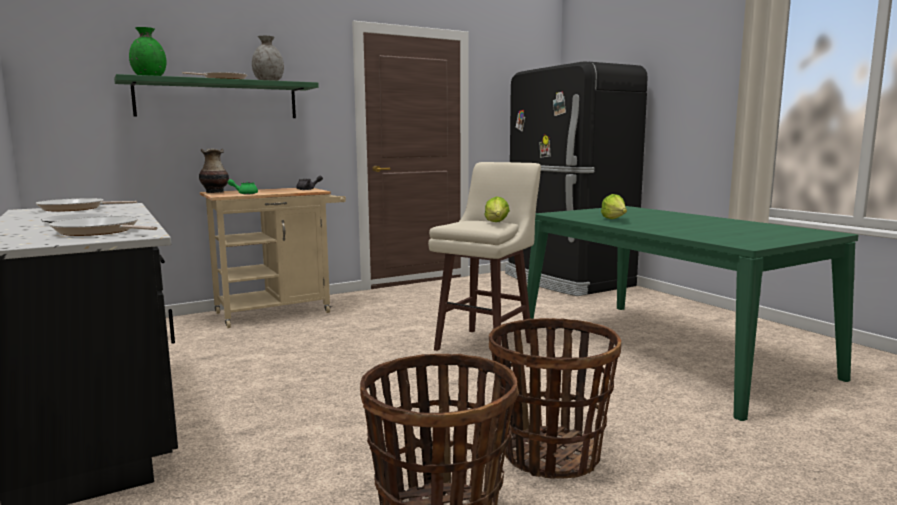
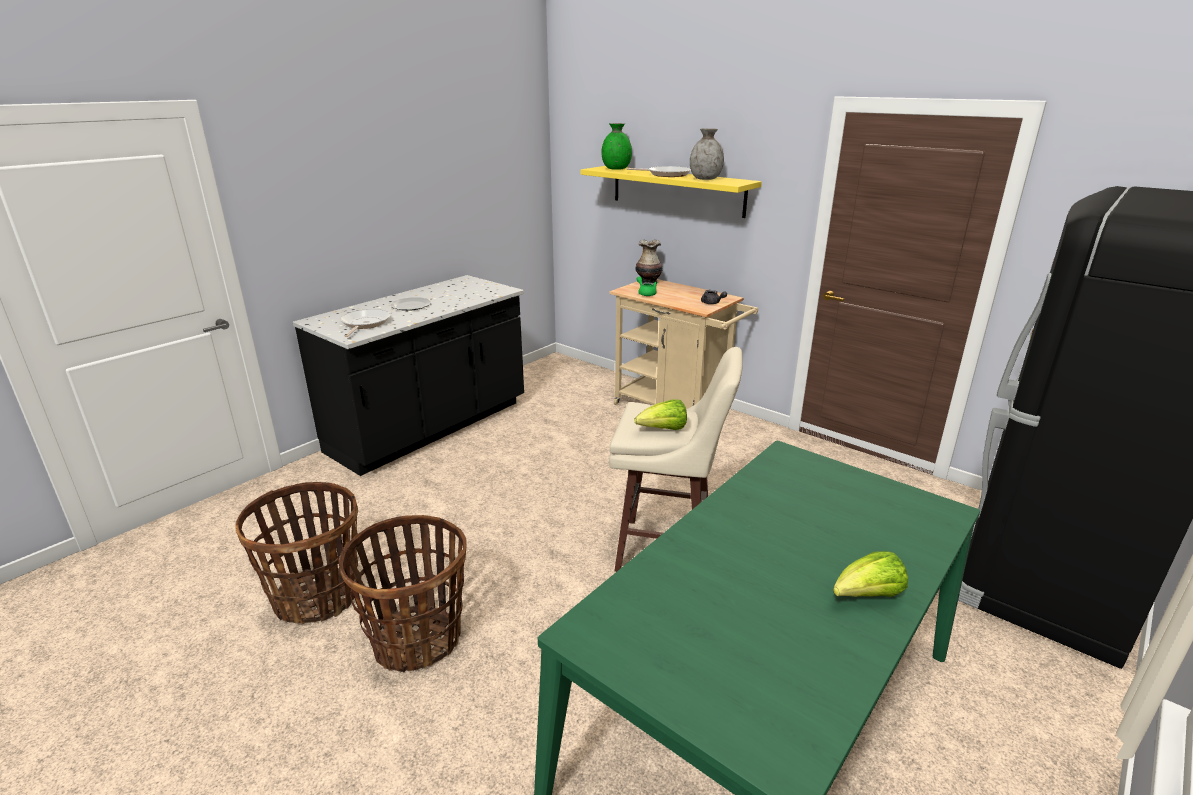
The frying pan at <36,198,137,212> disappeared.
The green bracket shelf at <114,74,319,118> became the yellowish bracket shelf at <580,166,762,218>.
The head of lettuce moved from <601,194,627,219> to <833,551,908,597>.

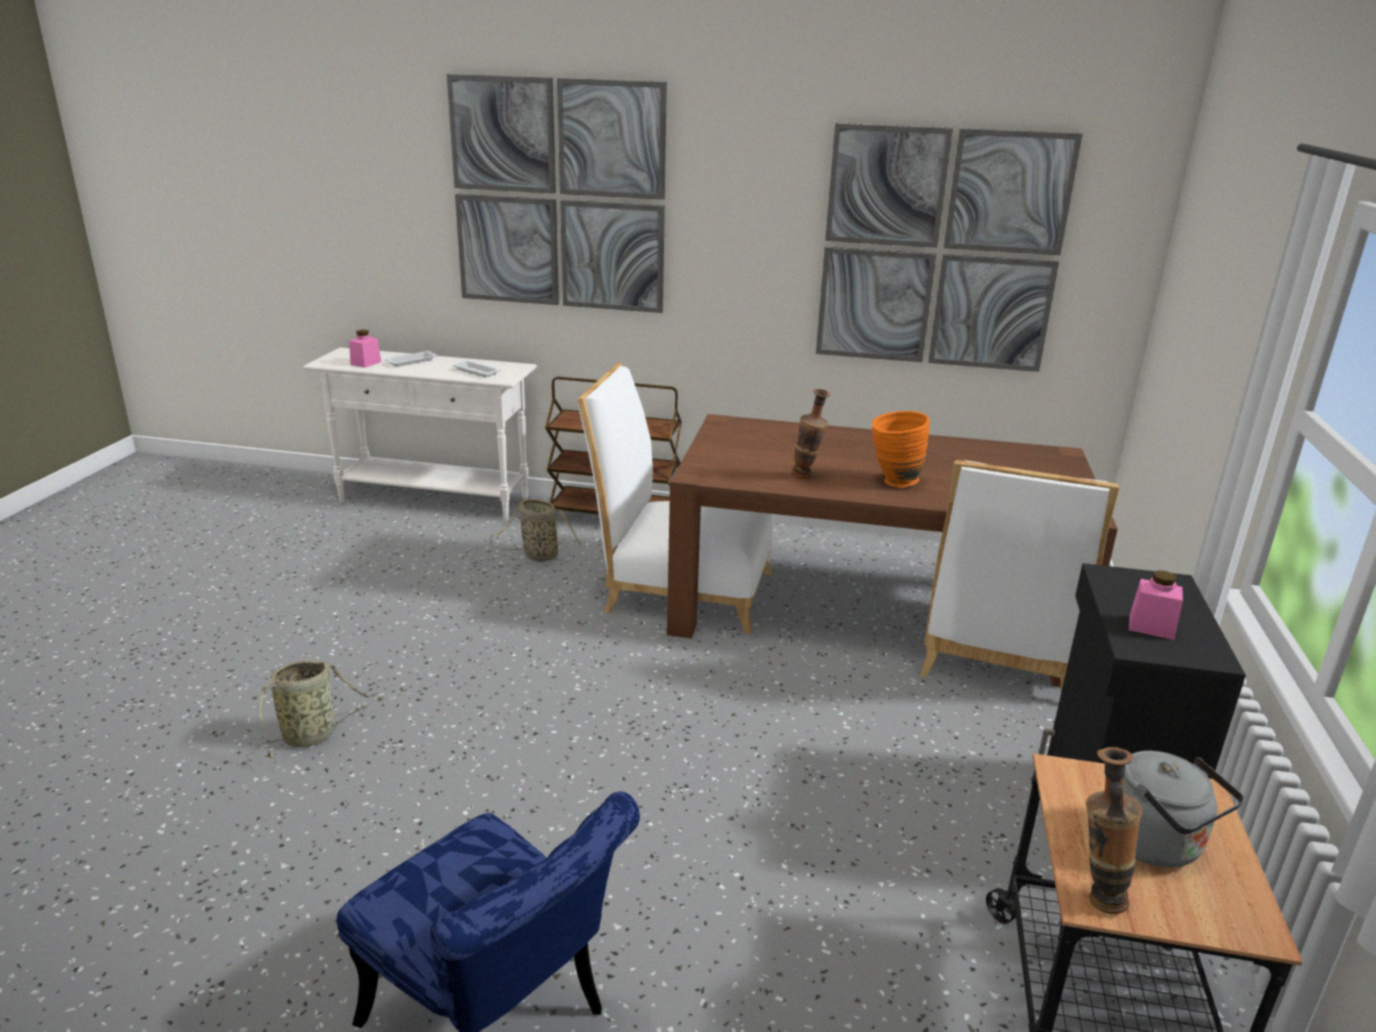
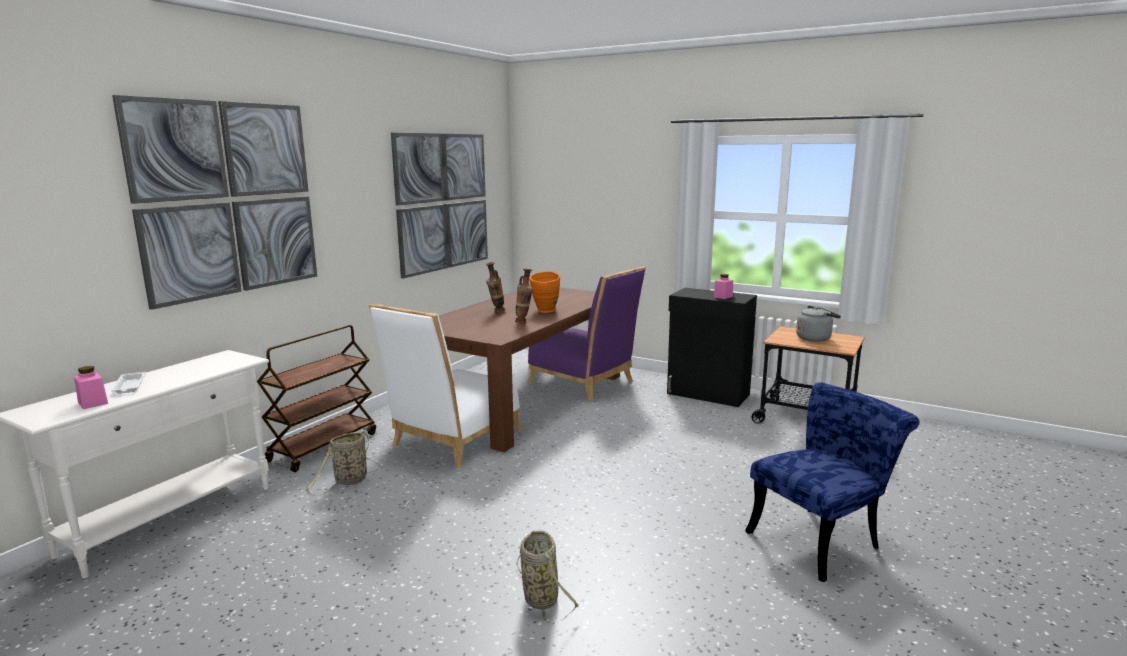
The whitish serving tray at <452,361,501,377> disappeared.
The whitish chair at <920,460,1120,692> became the purple-coloured chair at <527,266,646,401>.
The vase moved from <1086,747,1142,914> to <486,262,505,313>.

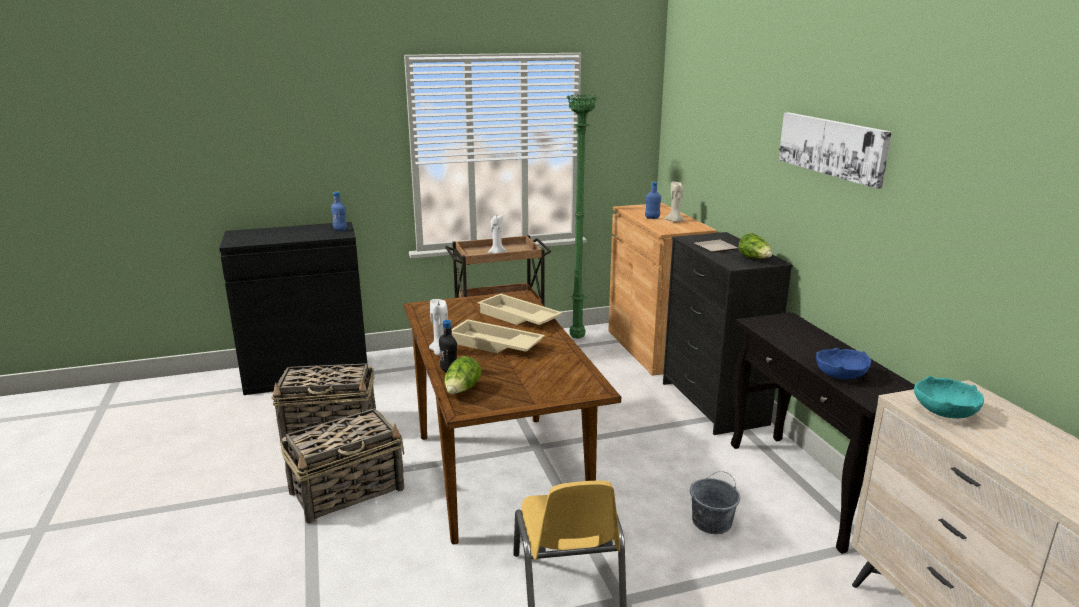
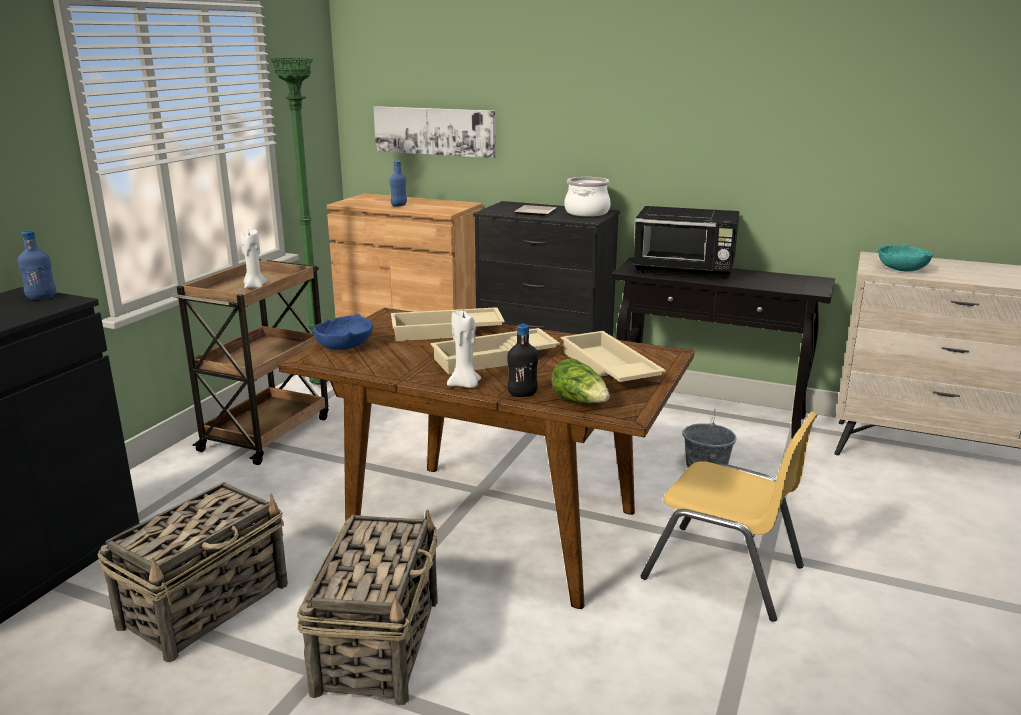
The beige-coloured candle at <665,181,685,223> disappeared.
The head of lettuce at <738,233,772,259> was replaced by the cooking pot at <564,177,611,217>.
The wall picture moved from <778,112,892,189> to <374,106,496,158>.
The bluish bowl moved from <816,348,871,379> to <313,314,373,350>.
The beige-coloured serving tray at <560,331,666,382> appeared.
The black microwave at <633,206,740,279> appeared.

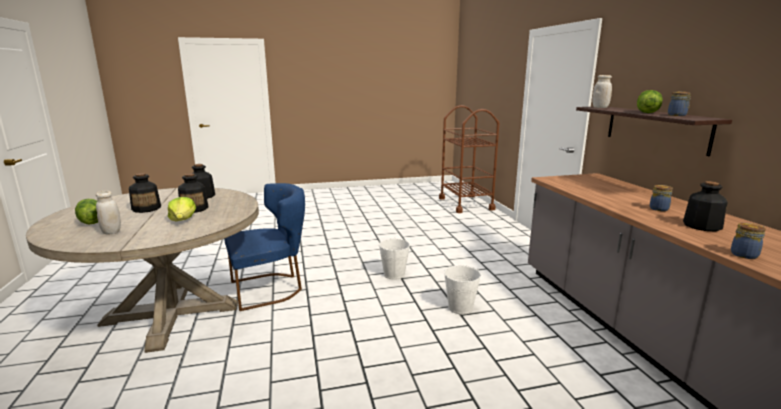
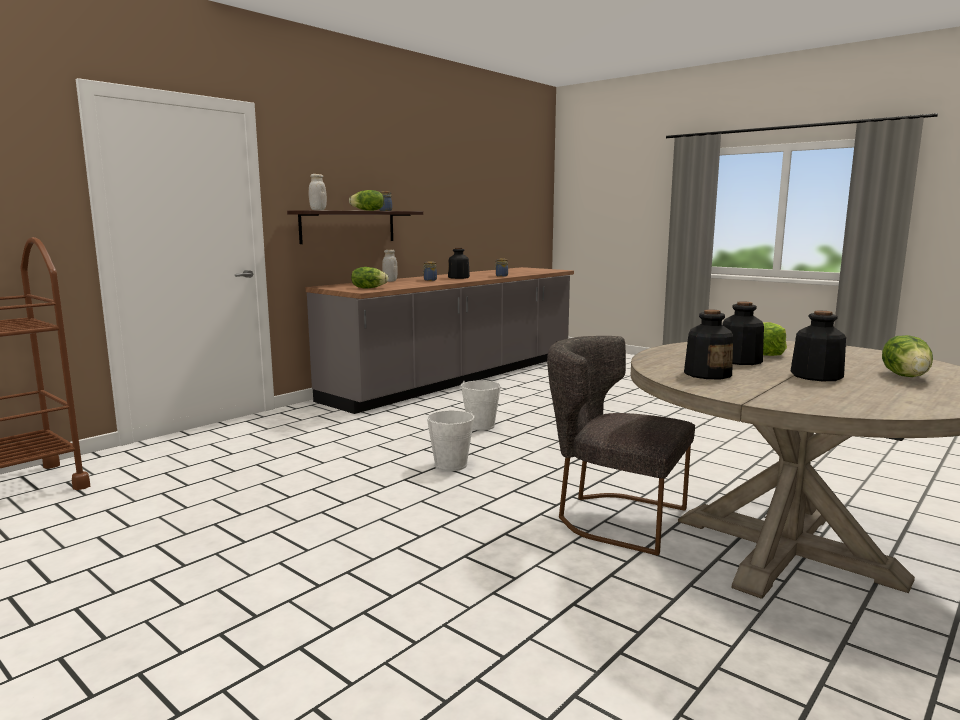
The whitish preserve jar moved from <96,191,121,234> to <382,250,398,282>.
The bluish chair at <224,183,305,311> became the grey chair at <547,336,695,556>.
The head of lettuce at <351,267,388,288> appeared.

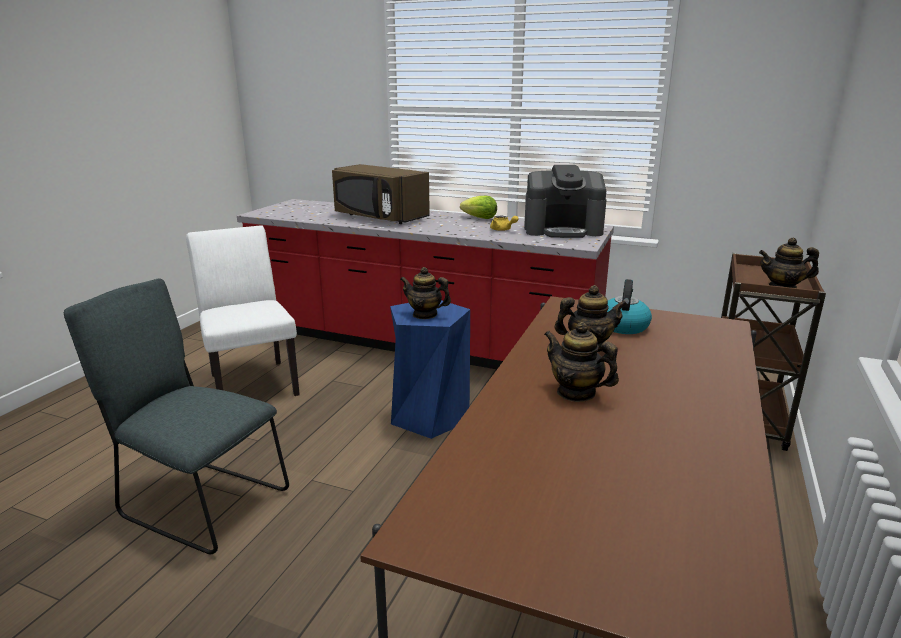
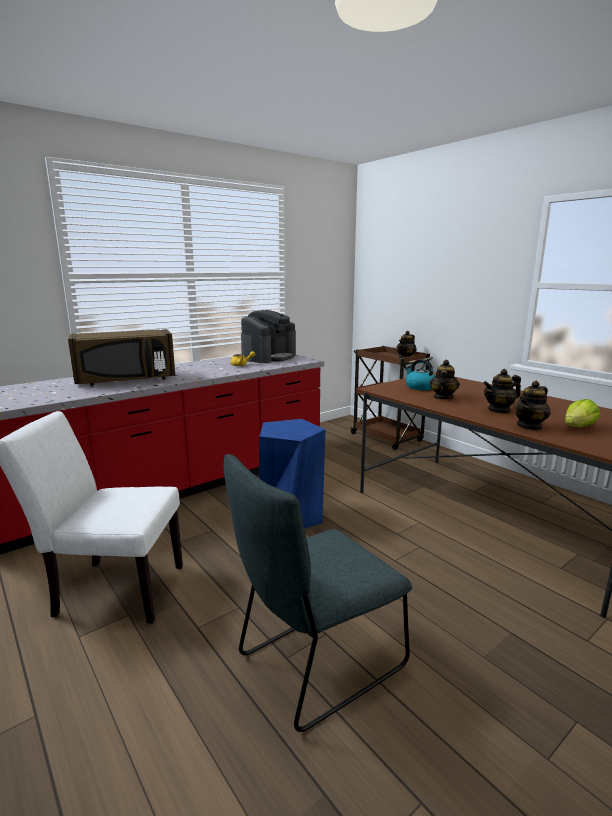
The pot for tea moved from <400,267,451,319> to <514,381,551,431>.
The head of lettuce moved from <460,196,497,219> to <565,399,600,427>.

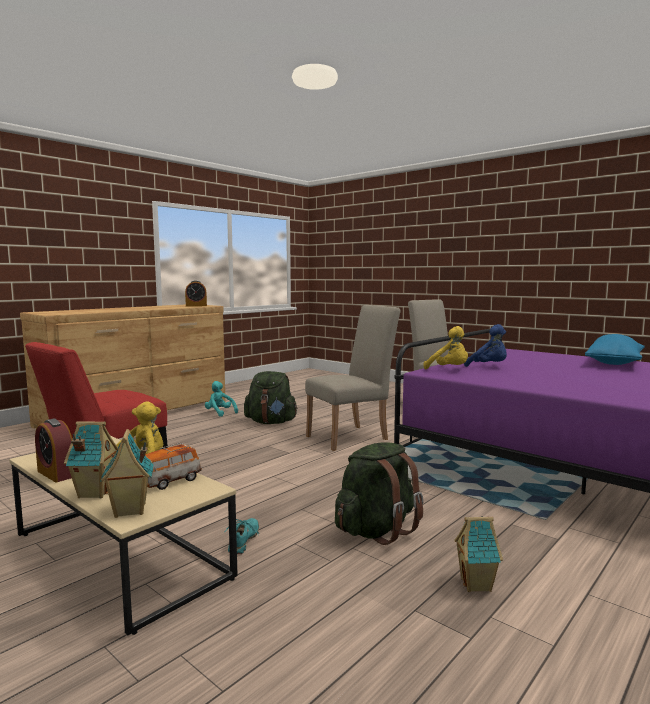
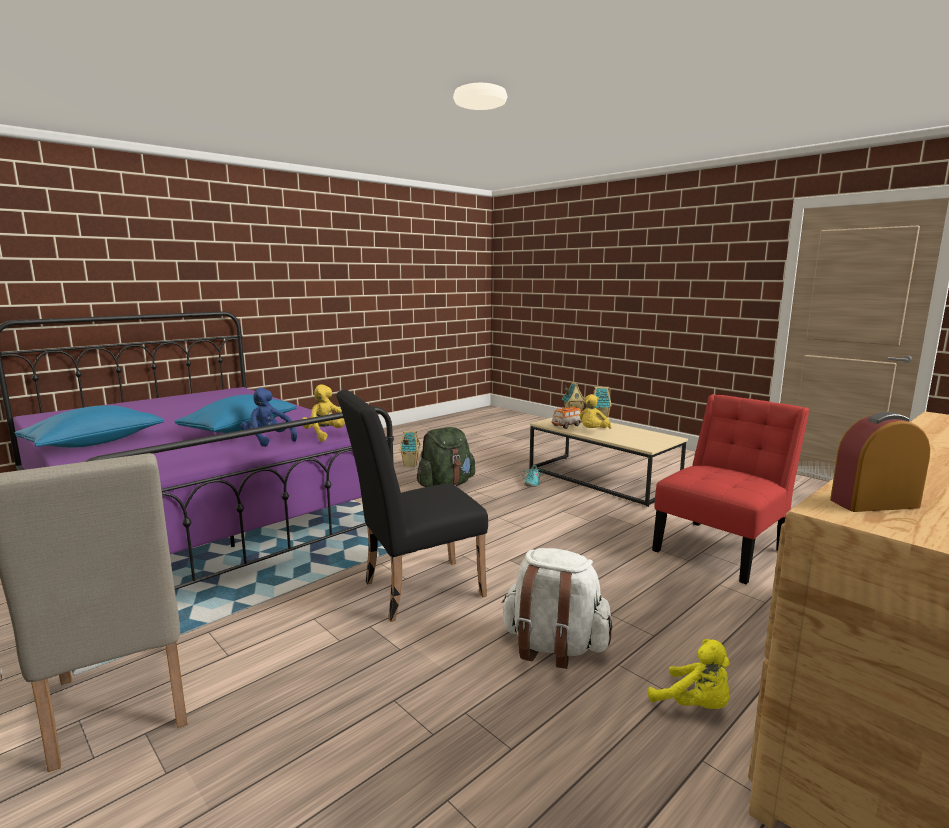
The bedside clock at <35,419,72,482> disappeared.
The blue-green soft toy at <205,381,238,417> became the yellowish soft toy at <648,639,730,709>.
The green backpack at <244,371,297,424> became the whitish backpack at <501,548,612,669>.
The beige-coloured chair at <305,305,401,451> became the black chair at <336,390,488,622>.
The bluish pillow at <174,395,296,433> appeared.

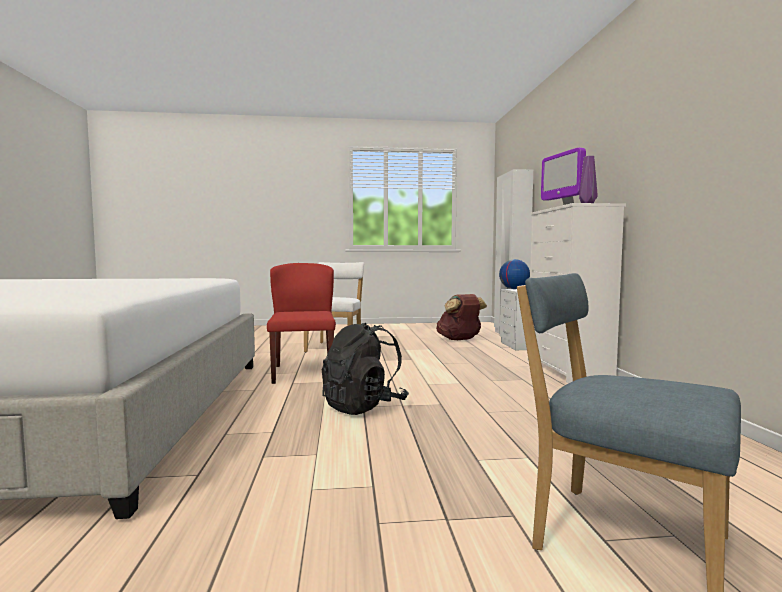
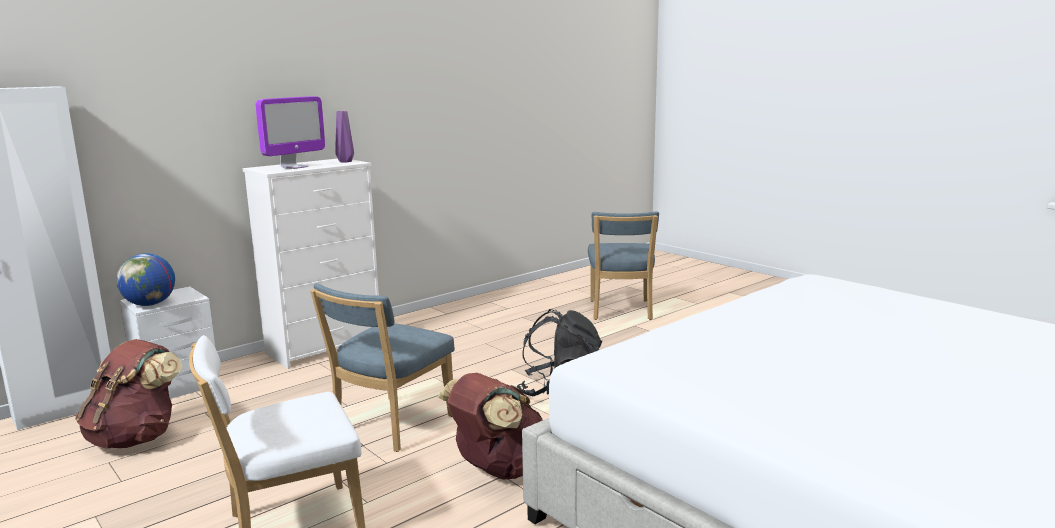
The reddish chair at <267,263,336,384> was replaced by the brown-coloured backpack at <438,373,542,480>.
The bluish chair at <310,283,455,452> appeared.

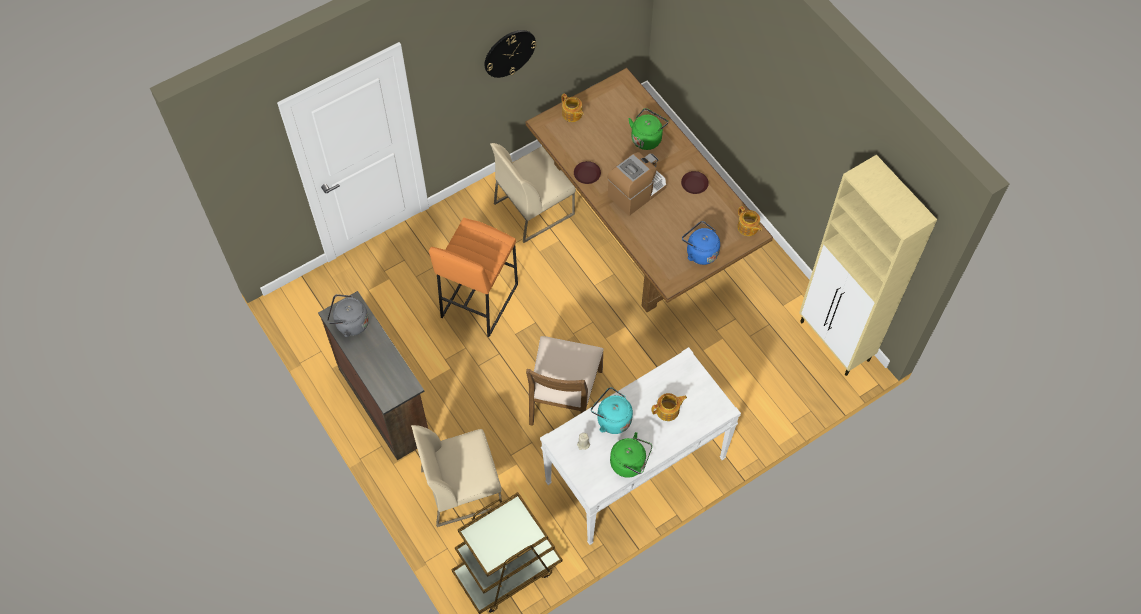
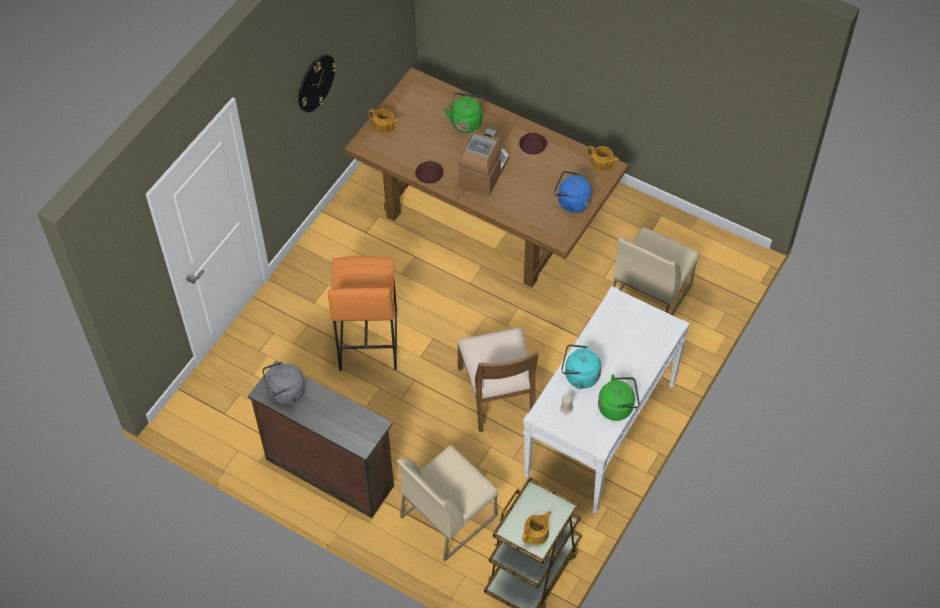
The beige-coloured chair moved from <490,143,576,243> to <613,227,699,315>.
The pot for tea moved from <651,393,687,421> to <522,511,552,545>.
The beige-coloured storage cabinet at <799,155,937,376> disappeared.

